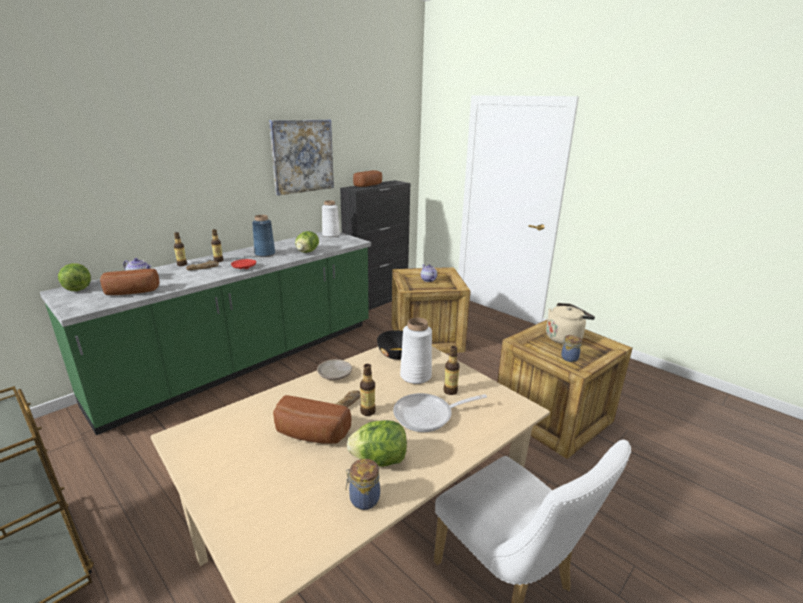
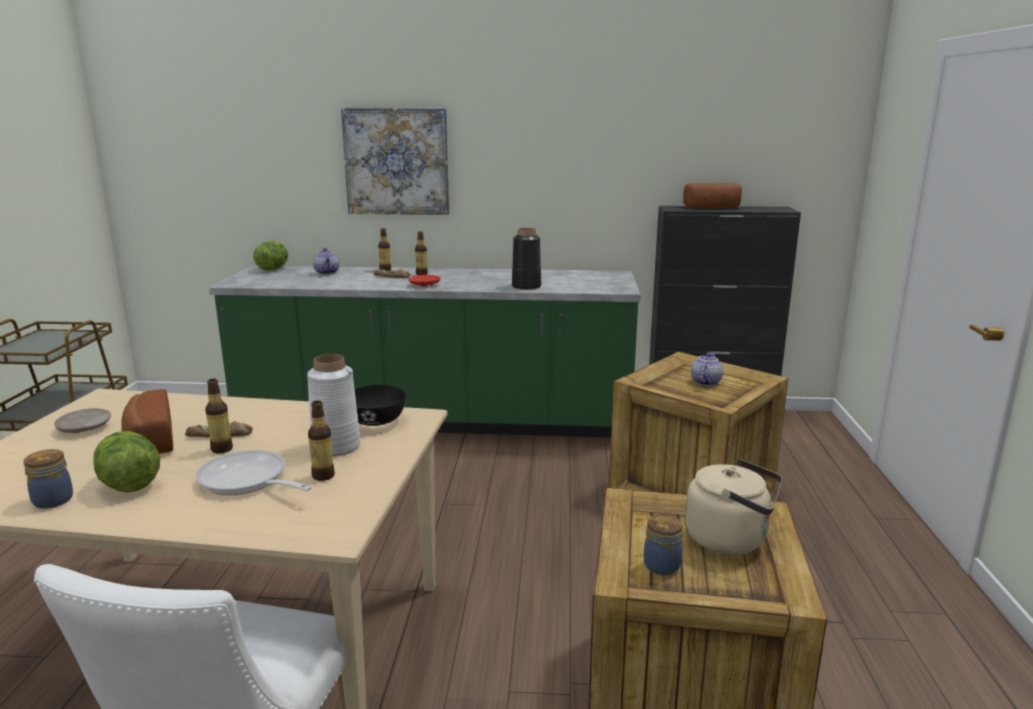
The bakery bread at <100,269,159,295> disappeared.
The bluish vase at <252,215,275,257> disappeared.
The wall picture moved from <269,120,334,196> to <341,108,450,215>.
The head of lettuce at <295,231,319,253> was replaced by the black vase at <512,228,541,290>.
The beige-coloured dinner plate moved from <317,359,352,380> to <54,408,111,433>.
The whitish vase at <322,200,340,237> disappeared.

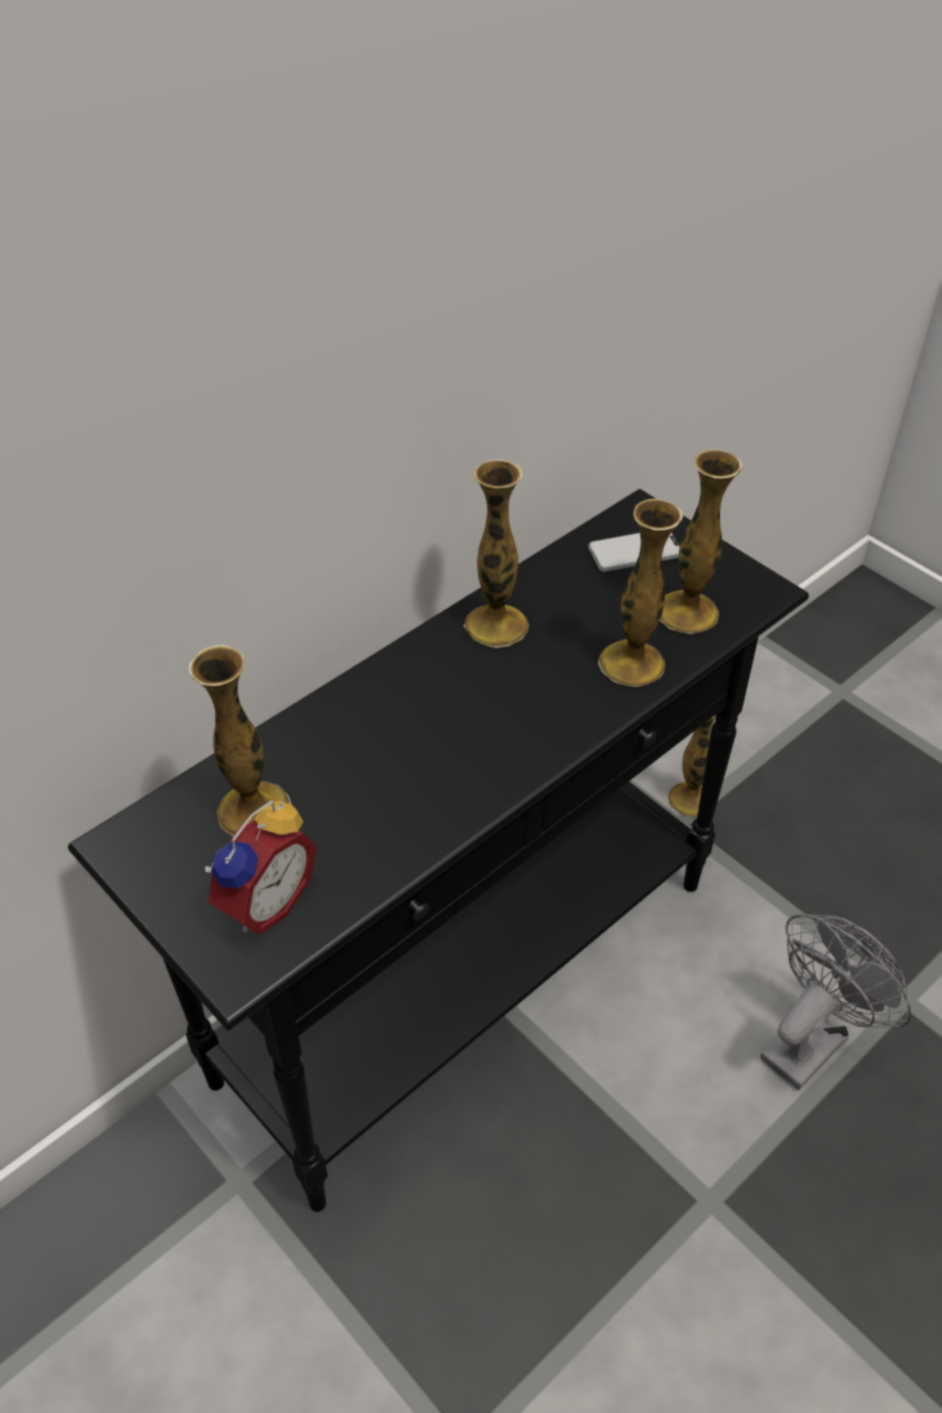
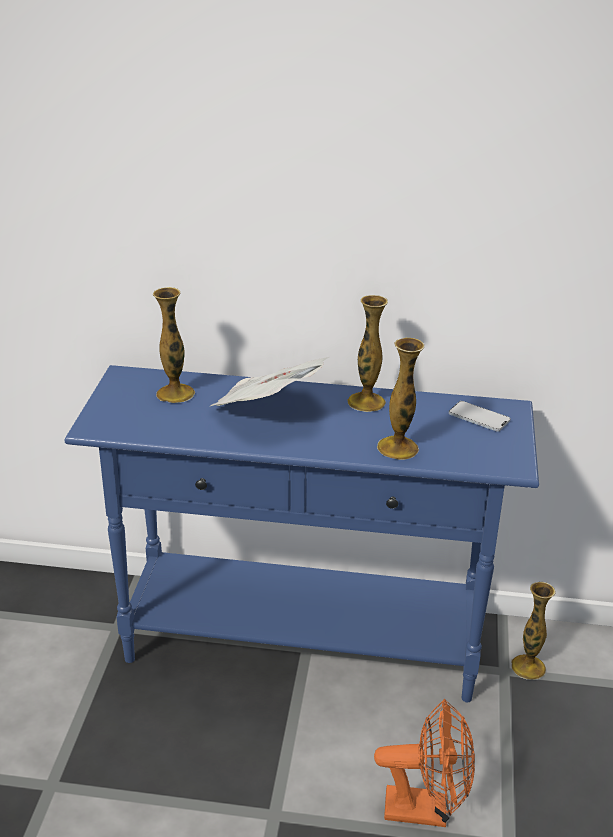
The black console table at <68,489,809,1212> became the bluish console table at <65,365,539,702>.
The bedside clock at <205,800,317,935> disappeared.
The vase at <659,449,743,634> disappeared.
The grey fan at <760,914,912,1090> became the orangey fan at <374,699,475,827>.
The daily paper at <210,357,329,406> appeared.

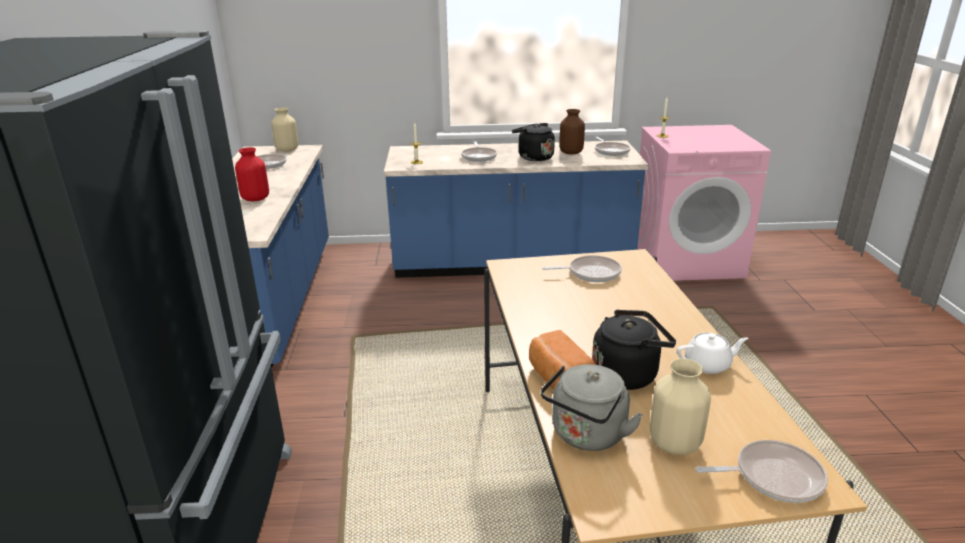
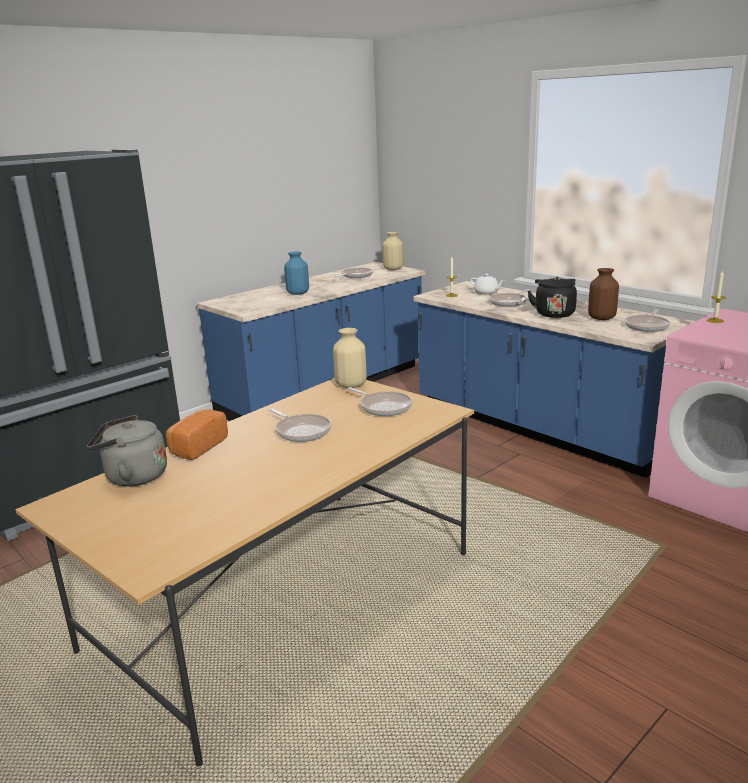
The reddish vase at <235,147,269,201> became the bluish vase at <284,252,309,295>.
The black tea kettle at <592,310,676,390> disappeared.
The beige-coloured vase moved from <650,358,711,455> to <333,328,367,388>.
The whitish pot for tea moved from <677,333,748,374> to <471,274,505,295>.
The frying pan moved from <695,440,828,503> to <268,408,331,442>.

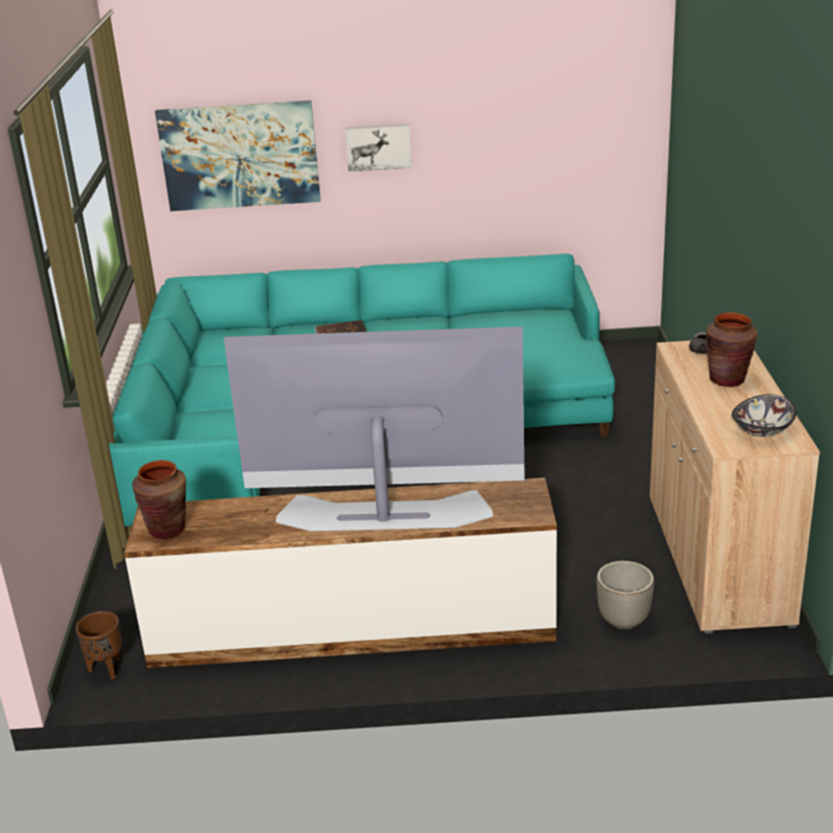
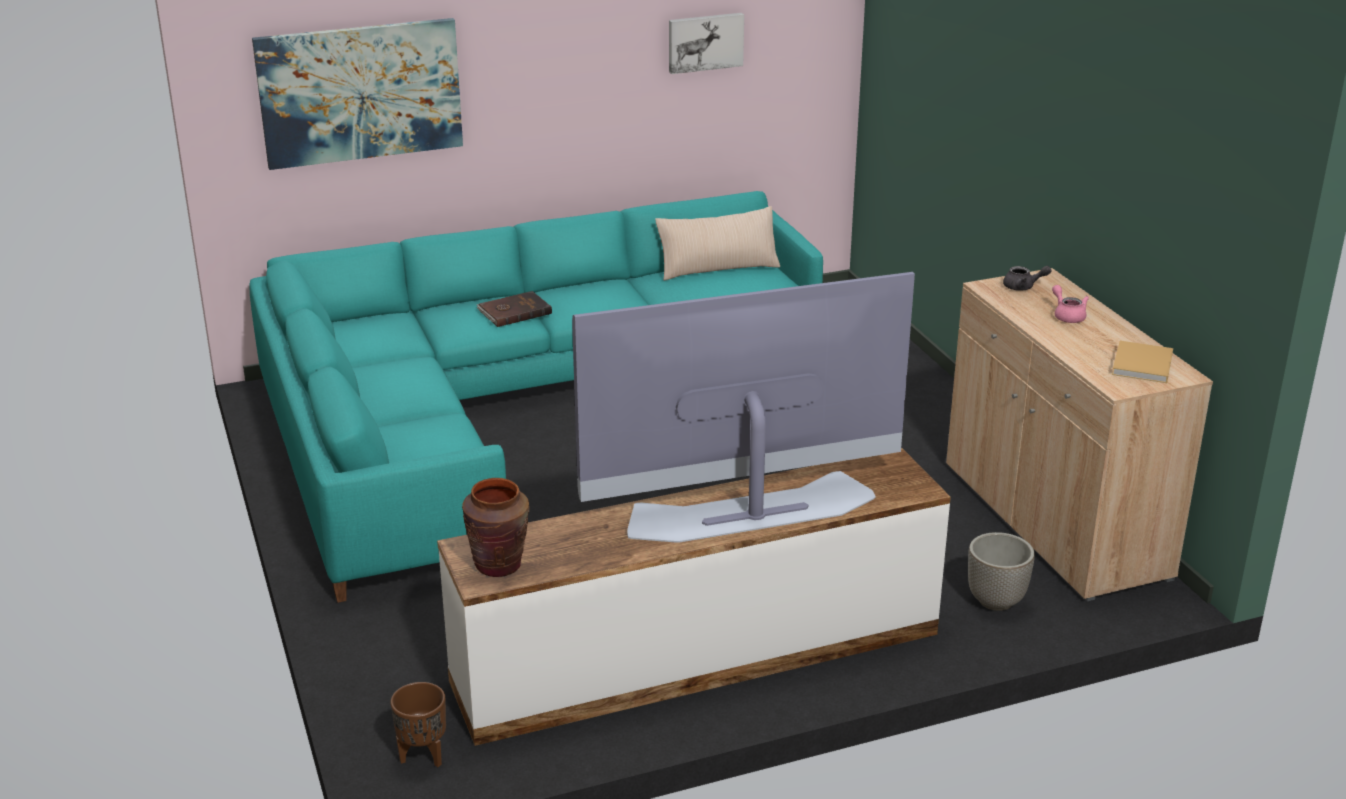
The wall picture moved from <345,124,412,172> to <669,13,744,74>.
The brown-coloured vase at <706,312,758,387> was replaced by the pink-coloured pot for tea at <1052,285,1089,323>.
The bowl at <732,394,796,437> was replaced by the beige-coloured volume at <1112,341,1173,383>.
The beige-coloured pillow at <655,206,780,281> appeared.

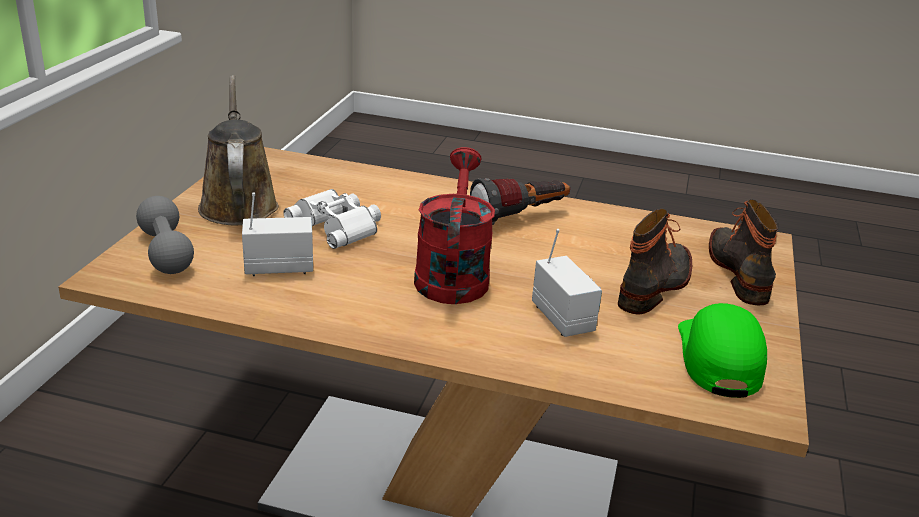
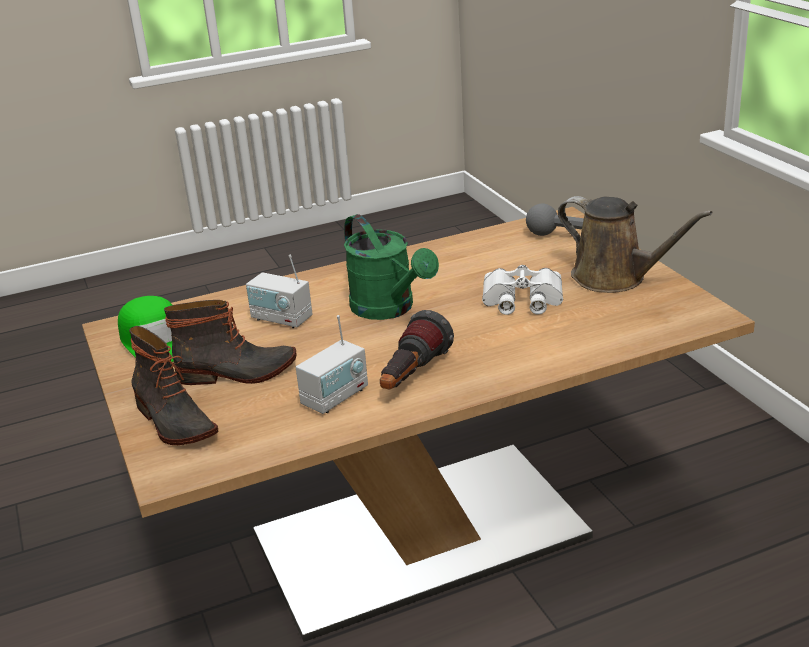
The radio receiver moved from <242,193,313,276> to <296,315,368,414>.
The reddish watering can at <414,147,495,304> became the green watering can at <344,214,439,320>.
The high-top boot at <618,209,692,314> turned 90 degrees counterclockwise.

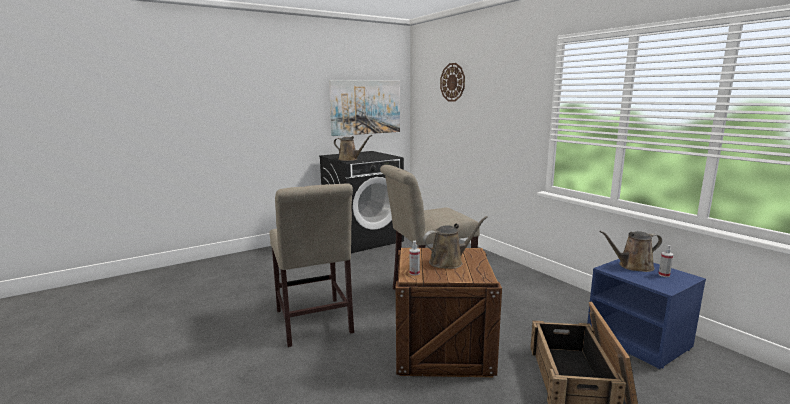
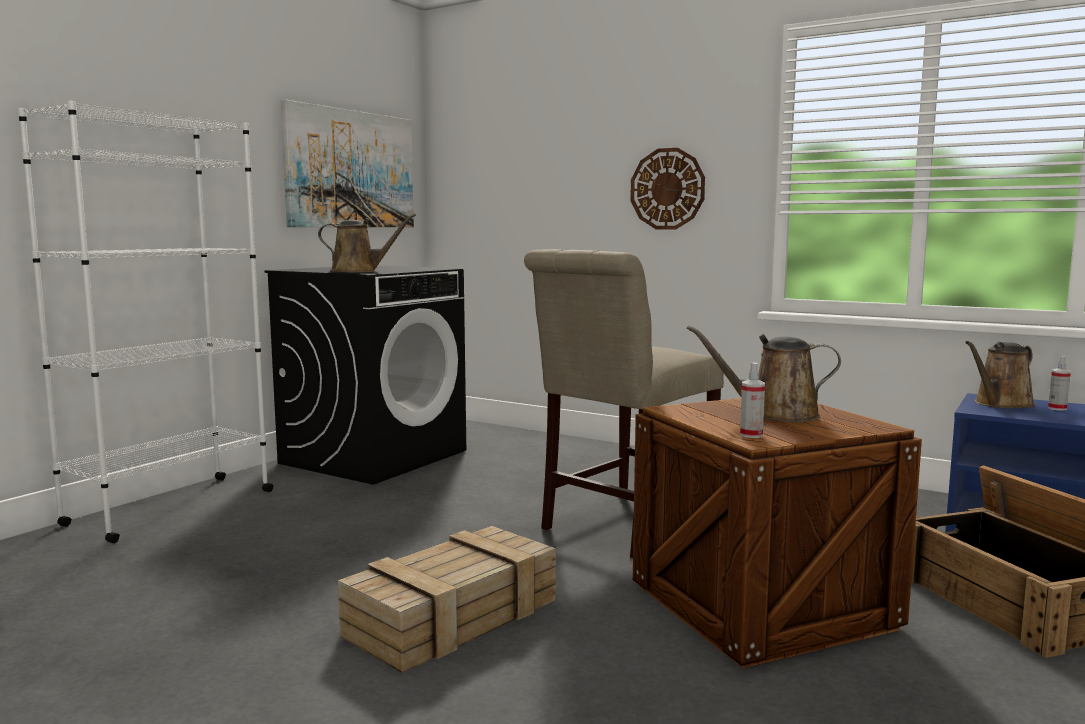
The beige-coloured chair at <269,183,354,347> was replaced by the crate at <338,526,556,673>.
The brown-coloured watering can at <423,216,488,269> turned 120 degrees counterclockwise.
The wall clock moved from <440,63,465,102> to <630,148,705,230>.
The whitish bookshelf at <18,101,274,543> appeared.

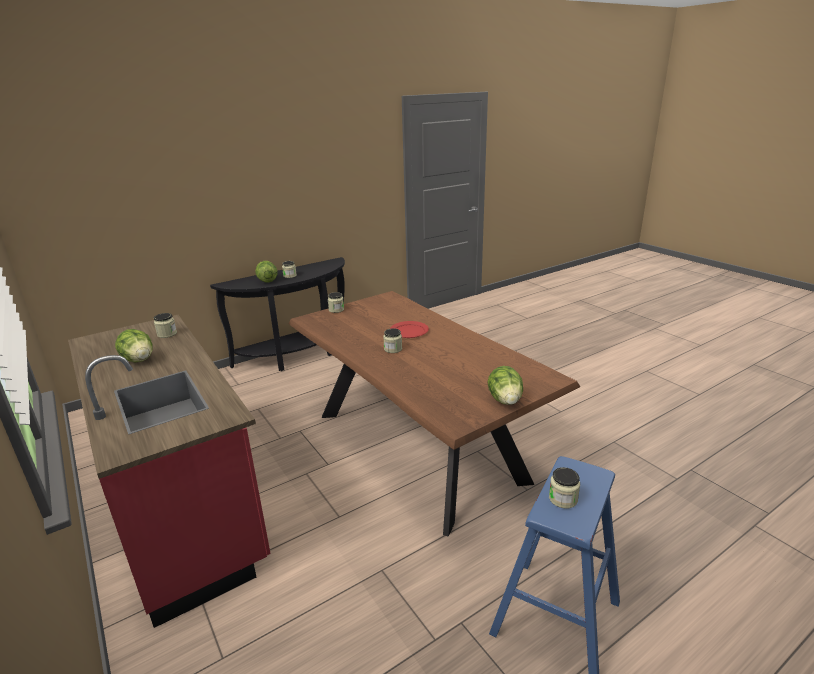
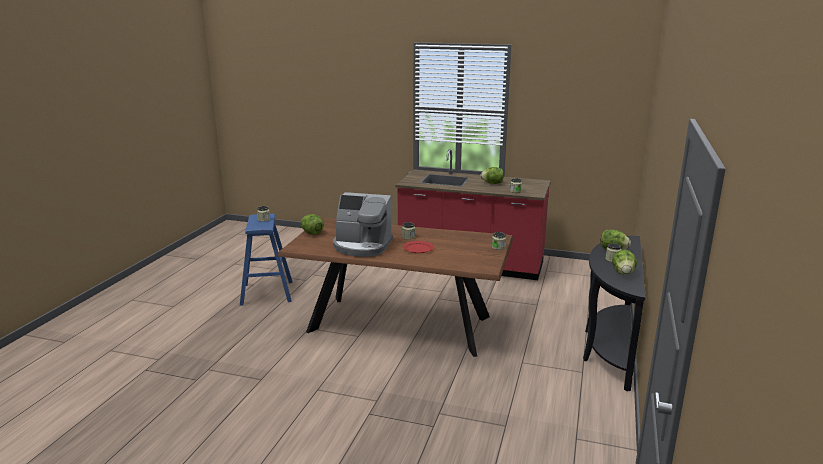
The coffee maker at <333,192,393,257> appeared.
The head of lettuce at <612,250,637,275> appeared.

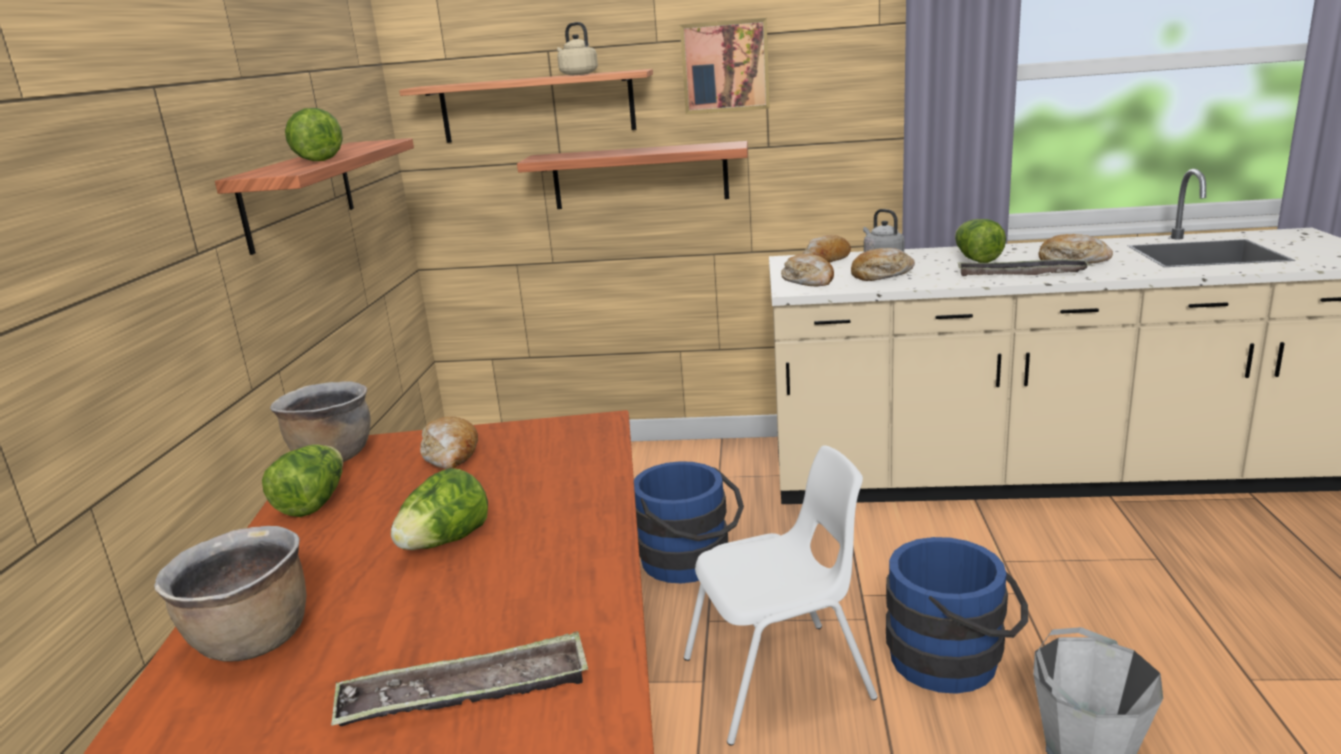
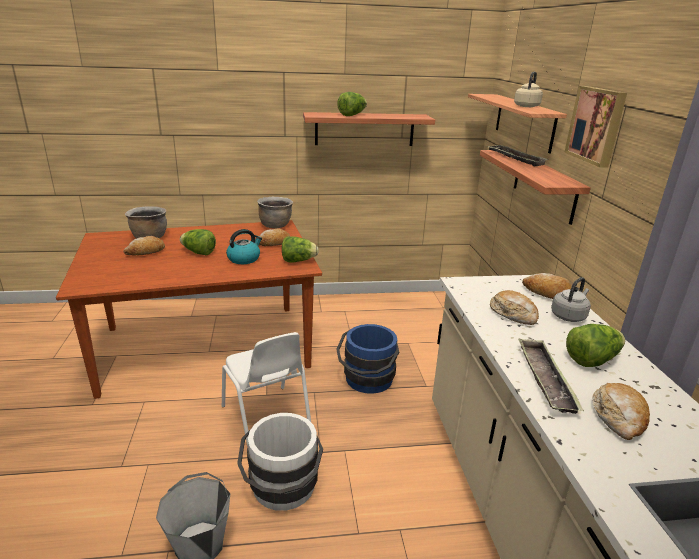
The head of lettuce moved from <262,444,343,517> to <282,236,319,262>.
The serving tray moved from <331,631,588,726> to <488,145,549,166>.
The bakery bread moved from <781,254,834,286> to <124,236,165,256>.
The bluish bucket at <886,537,1028,694> became the whitish bucket at <237,413,323,511>.
The tea kettle at <226,229,262,264> appeared.

